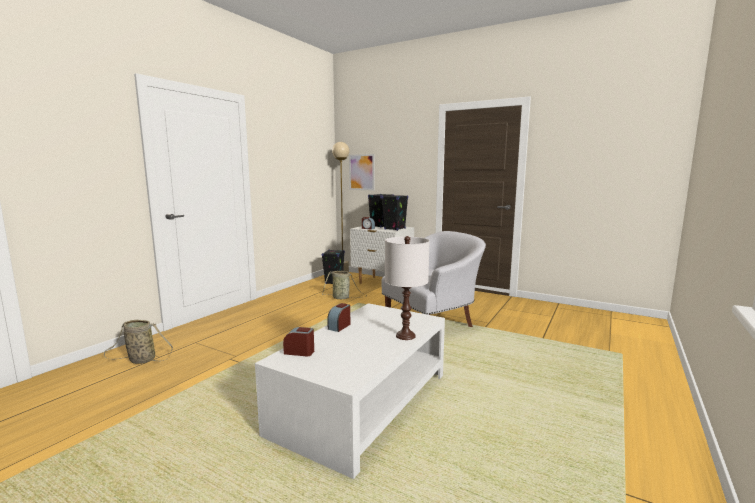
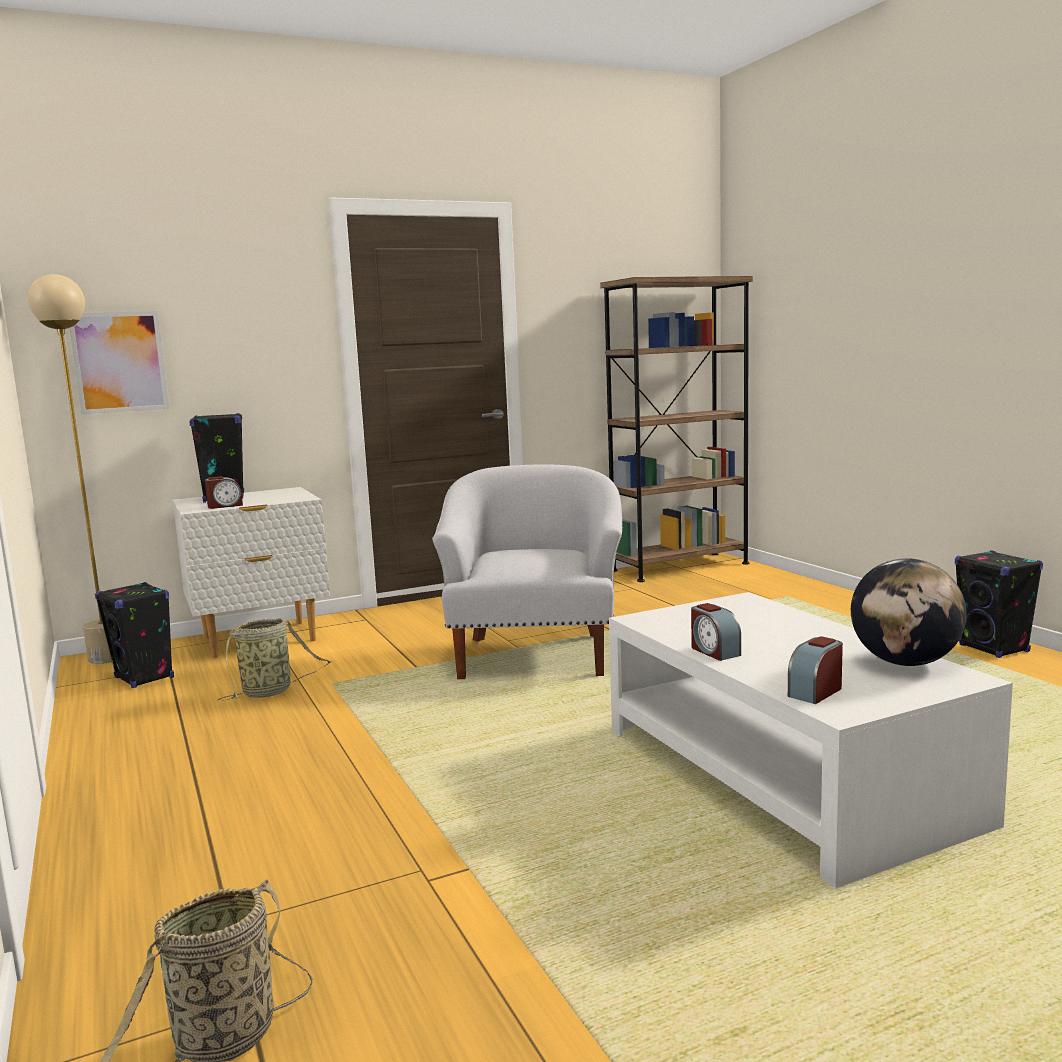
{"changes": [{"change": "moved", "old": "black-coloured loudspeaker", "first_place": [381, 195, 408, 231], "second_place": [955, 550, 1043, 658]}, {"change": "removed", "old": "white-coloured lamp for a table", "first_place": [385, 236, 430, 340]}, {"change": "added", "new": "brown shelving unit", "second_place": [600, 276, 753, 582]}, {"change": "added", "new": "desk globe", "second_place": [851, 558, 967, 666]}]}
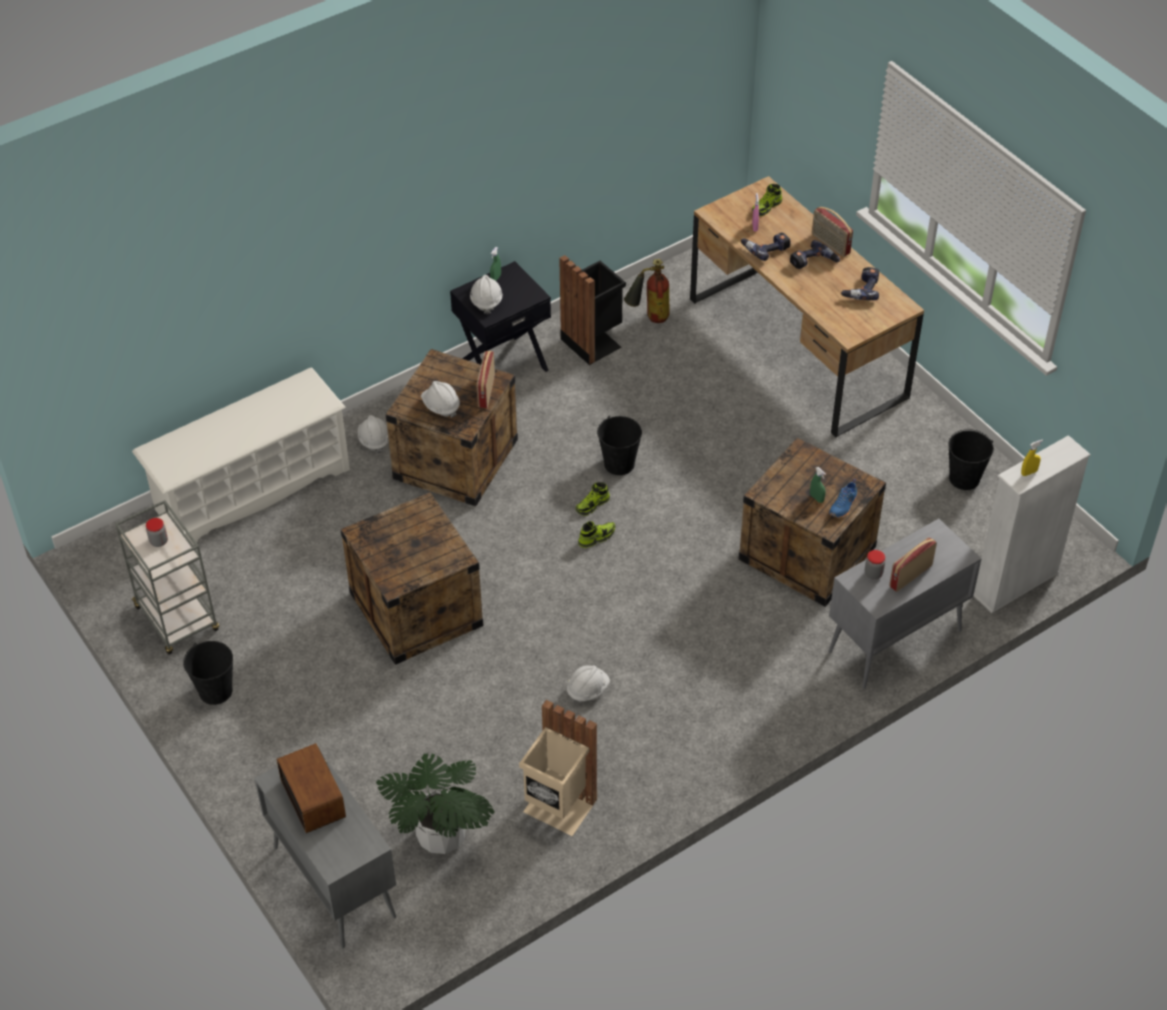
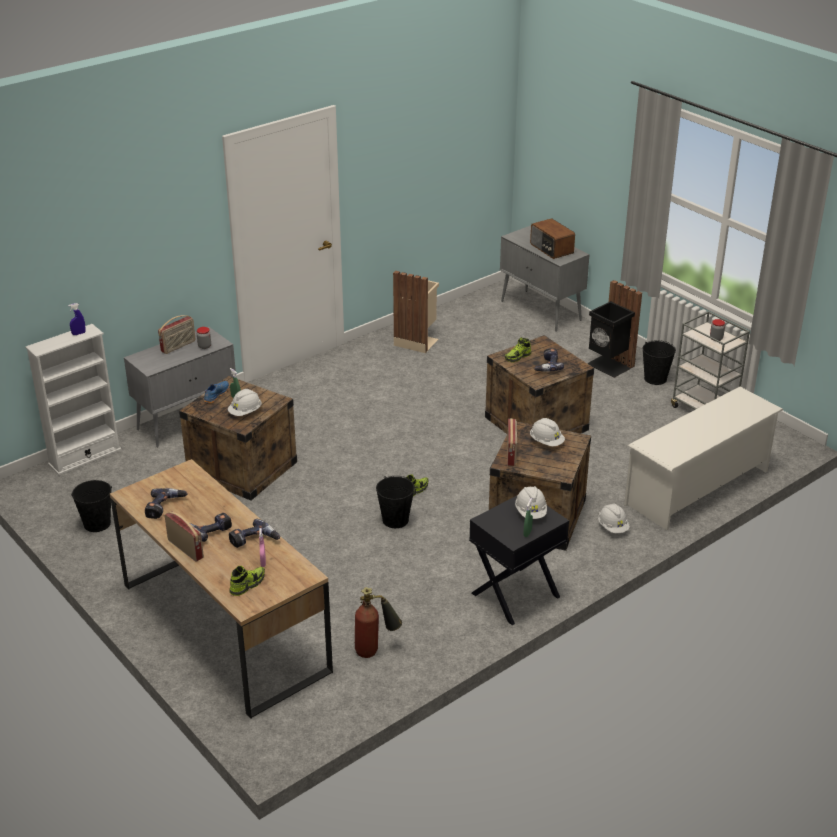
{"changes": [{"change": "moved", "old": "black-coloured trash can", "first_place": [559, 255, 626, 365], "second_place": [587, 280, 642, 378]}, {"change": "recoloured", "old": "yellow-coloured sprayer", "new": "blue sprayer", "first_place": [1021, 439, 1043, 476], "second_place": [68, 303, 86, 335]}, {"change": "moved", "old": "shoe", "first_place": [578, 521, 616, 548], "second_place": [505, 337, 531, 363]}, {"change": "moved", "old": "white-coloured work helmet", "first_place": [567, 665, 610, 704], "second_place": [228, 389, 262, 416]}, {"change": "removed", "old": "houseplant", "first_place": [376, 753, 495, 854]}, {"change": "added", "new": "electric drill", "second_place": [534, 348, 564, 372]}]}
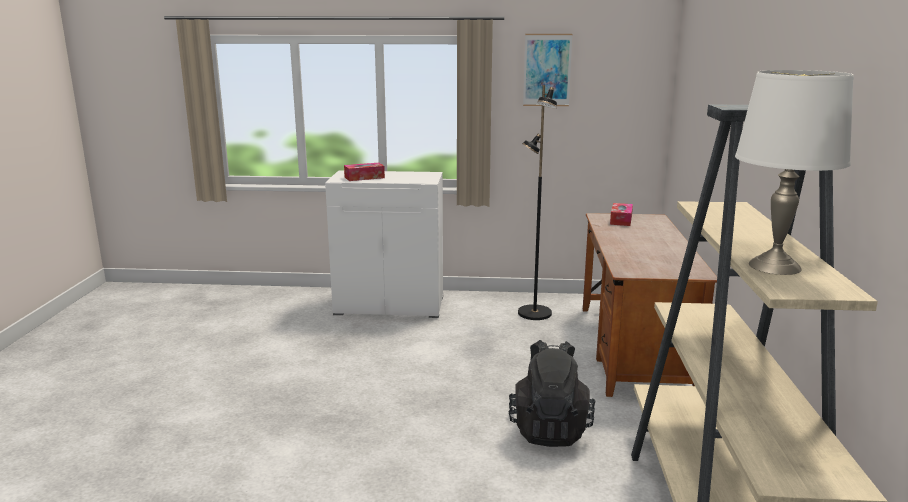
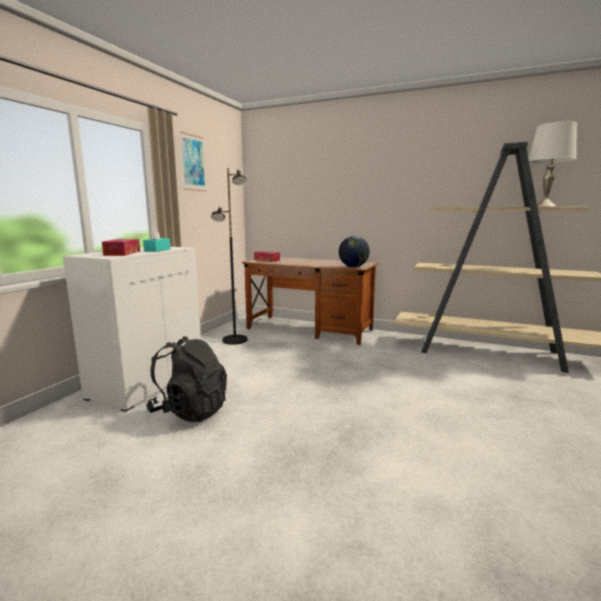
{"changes": [{"change": "moved", "old": "black-coloured knapsack", "first_place": [509, 340, 596, 447], "second_place": [146, 336, 227, 422]}, {"change": "added", "new": "turquoise tissue box", "second_place": [143, 228, 170, 252]}, {"change": "added", "new": "desk globe", "second_place": [339, 236, 370, 267]}]}
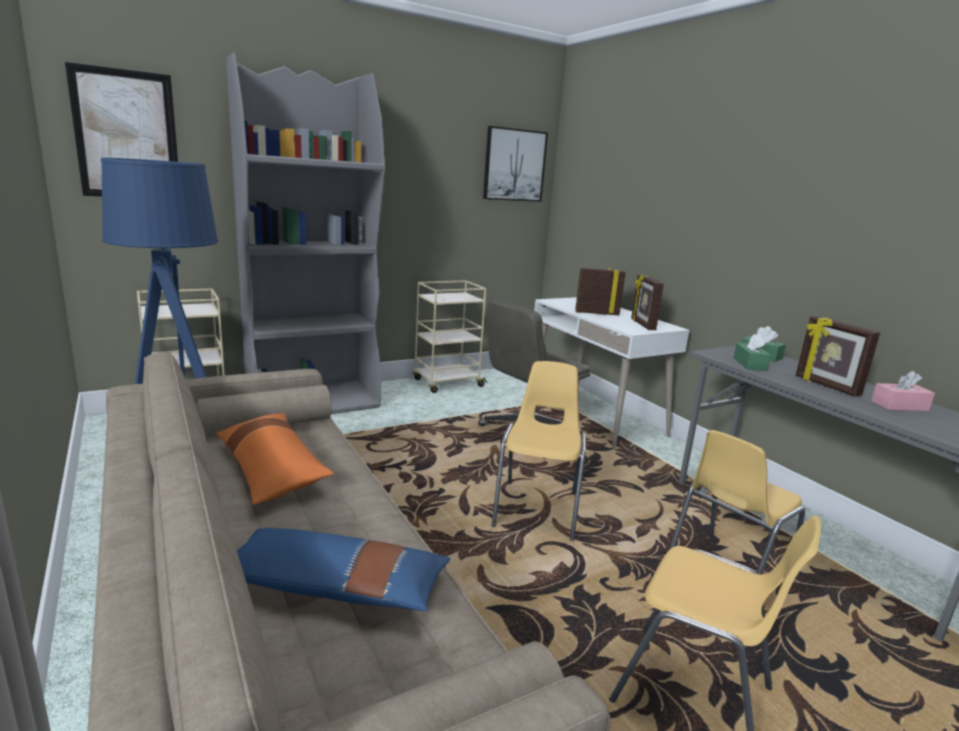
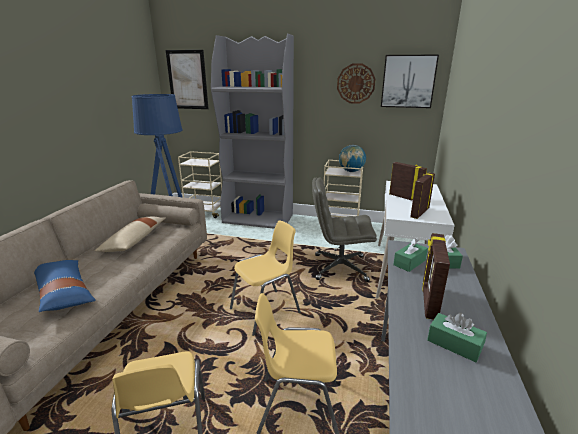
{"changes": [{"change": "recoloured", "old": "pink-coloured tissue box", "new": "greenish tissue box", "first_place": [871, 371, 935, 411], "second_place": [427, 313, 487, 362]}, {"change": "recoloured", "old": "orange cushion", "new": "sand-coloured cushion", "first_place": [216, 413, 334, 505], "second_place": [94, 217, 165, 252]}, {"change": "added", "new": "wall clock", "second_place": [337, 64, 375, 104]}, {"change": "added", "new": "desk globe", "second_place": [339, 145, 366, 172]}]}
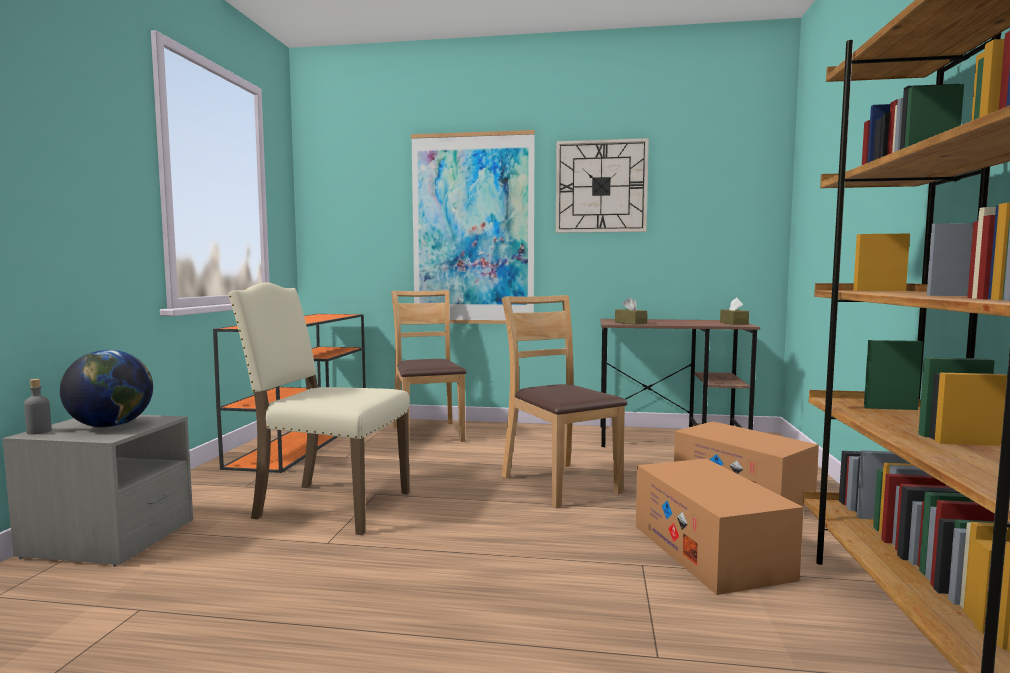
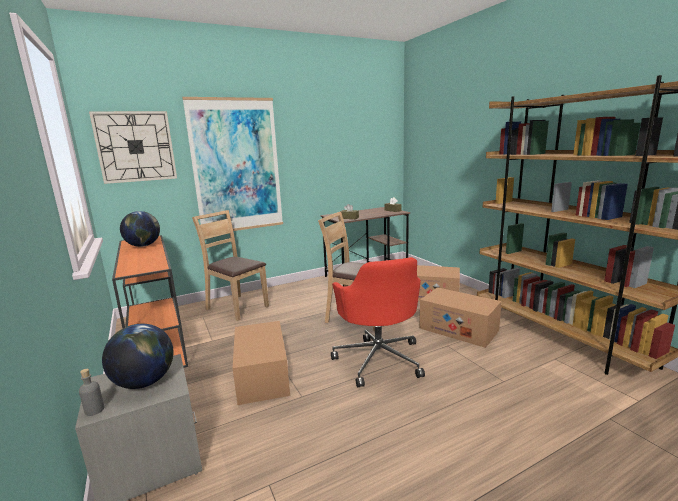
{"changes": [{"change": "moved", "old": "wall clock", "first_place": [556, 138, 649, 233], "second_place": [89, 111, 177, 184]}, {"change": "replaced", "old": "sand-coloured upright chair", "new": "packing box", "first_place": [228, 282, 410, 535], "second_place": [233, 321, 290, 405]}, {"change": "added", "new": "desk globe", "second_place": [120, 211, 160, 247]}, {"change": "added", "new": "red office chair", "second_place": [331, 257, 425, 387]}]}
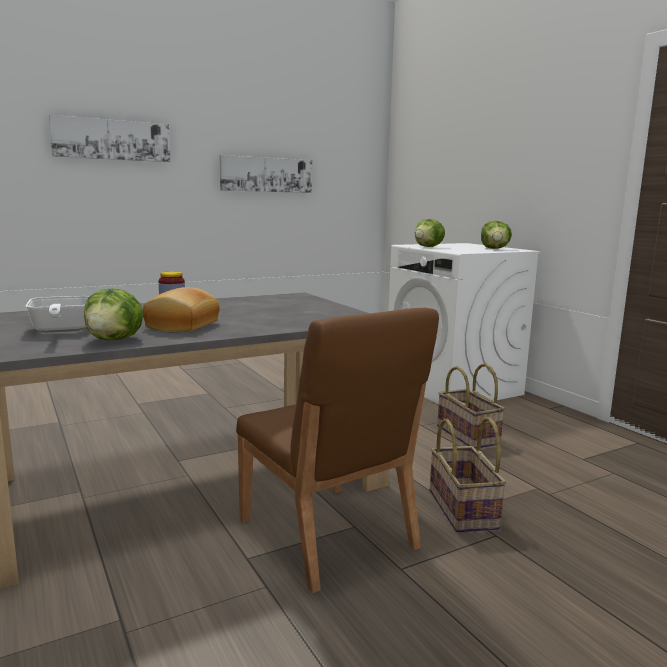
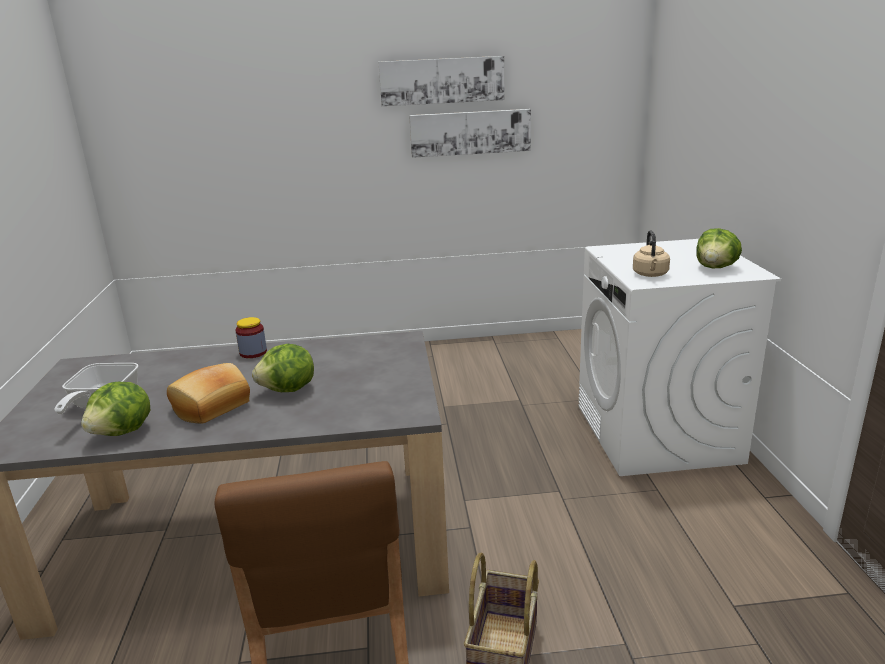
{"changes": [{"change": "moved", "old": "wall picture", "first_place": [49, 115, 170, 162], "second_place": [378, 56, 504, 106]}, {"change": "moved", "old": "lettuce", "first_place": [415, 219, 445, 247], "second_place": [252, 344, 314, 392]}, {"change": "removed", "old": "household basket", "first_place": [437, 363, 505, 449]}, {"change": "added", "new": "sand-coloured tea kettle", "second_place": [633, 230, 670, 277]}]}
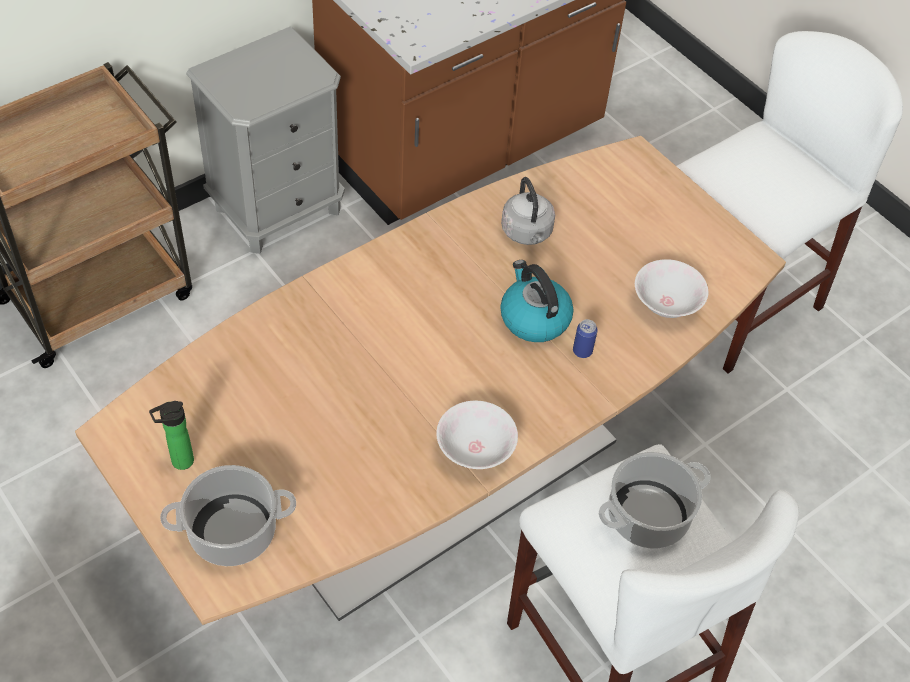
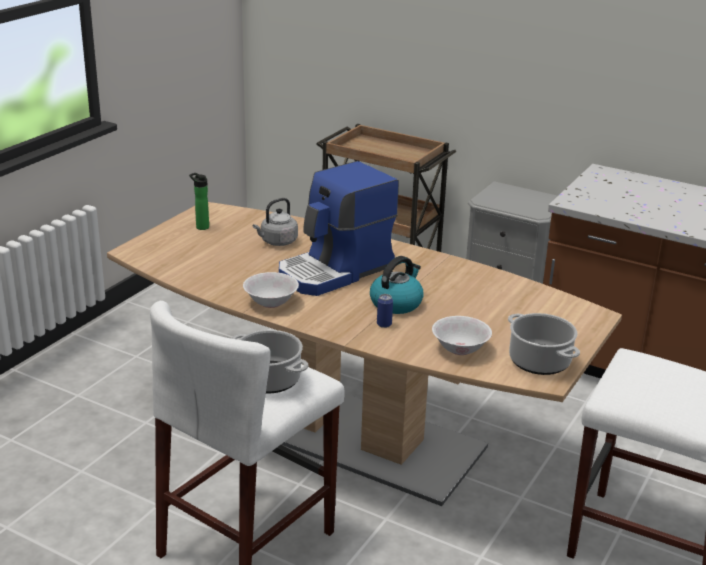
{"changes": [{"change": "moved", "old": "greyish tea kettle", "first_place": [501, 177, 555, 245], "second_place": [253, 198, 298, 246]}, {"change": "moved", "old": "cooking pot", "first_place": [160, 465, 296, 566], "second_place": [508, 313, 580, 375]}, {"change": "added", "new": "coffee maker", "second_place": [279, 161, 399, 296]}]}
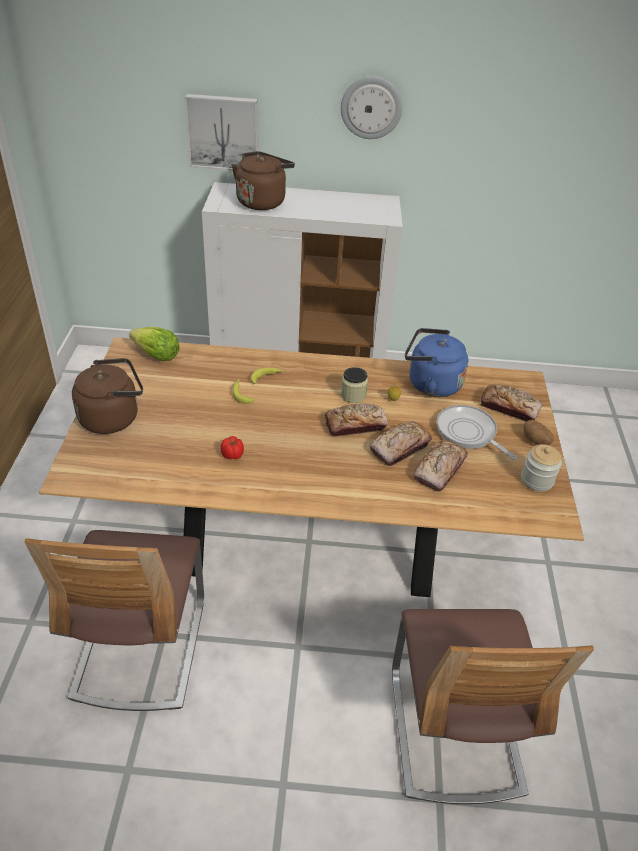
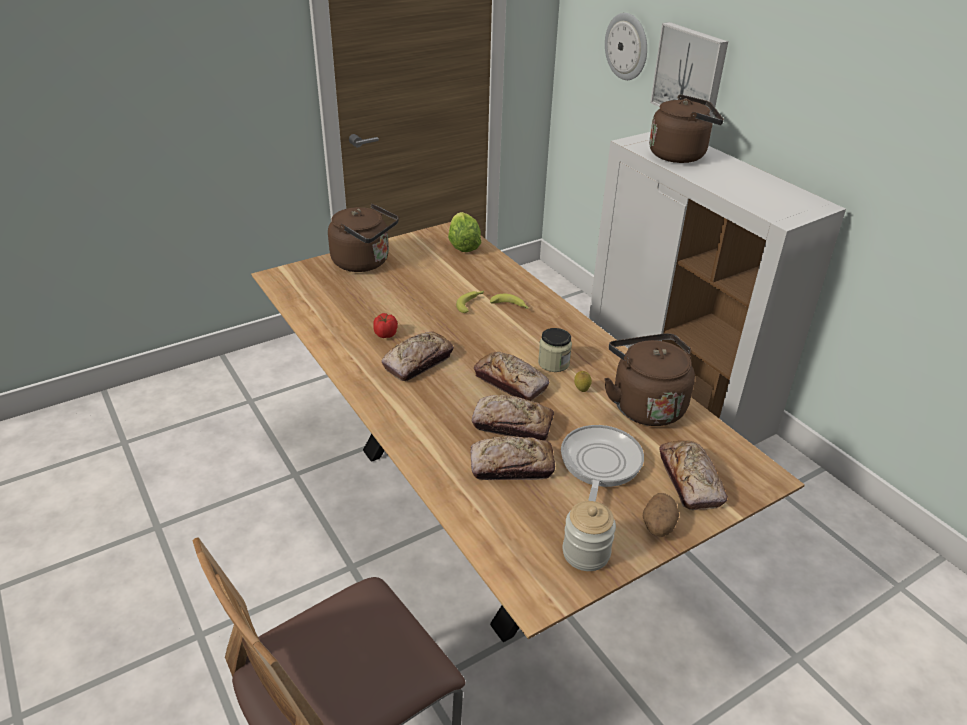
{"changes": [{"change": "moved", "old": "wall clock", "first_place": [341, 76, 402, 139], "second_place": [605, 13, 647, 80]}, {"change": "recoloured", "old": "blue tea kettle", "new": "brown tea kettle", "first_place": [405, 328, 468, 397], "second_place": [604, 333, 695, 426]}, {"change": "removed", "old": "upright chair", "first_place": [25, 530, 204, 711]}, {"change": "added", "new": "bakery bread", "second_place": [381, 332, 454, 381]}]}
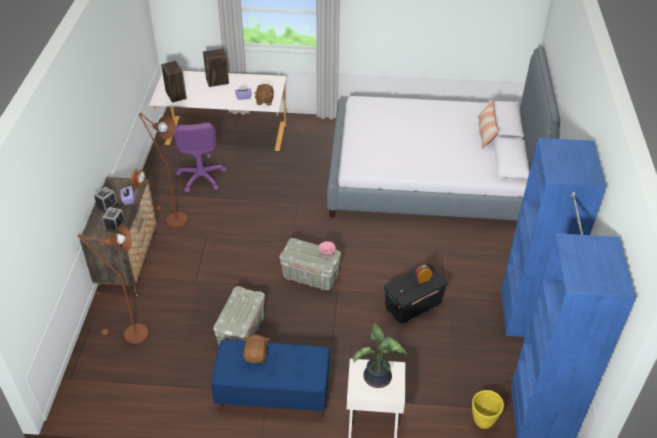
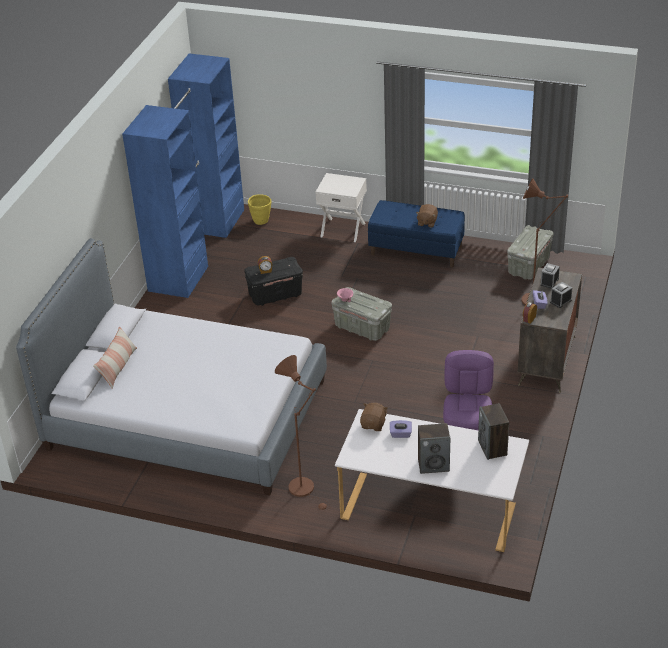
{"changes": [{"change": "moved", "old": "brown standing lamp", "first_place": [138, 113, 187, 228], "second_place": [275, 355, 328, 510]}, {"change": "moved", "old": "greyish storage box", "first_place": [213, 286, 265, 345], "second_place": [507, 225, 554, 280]}, {"change": "removed", "old": "houseplant", "first_place": [353, 323, 407, 388]}]}
